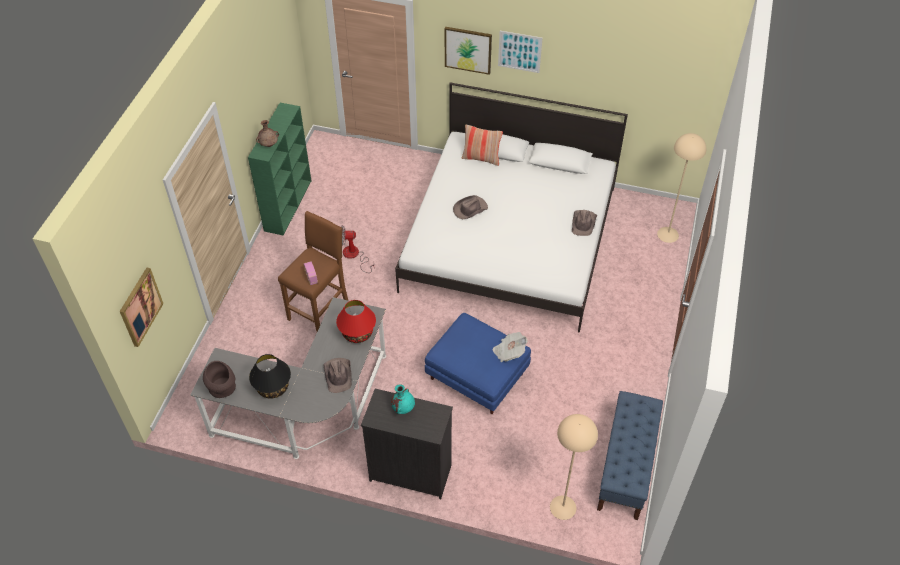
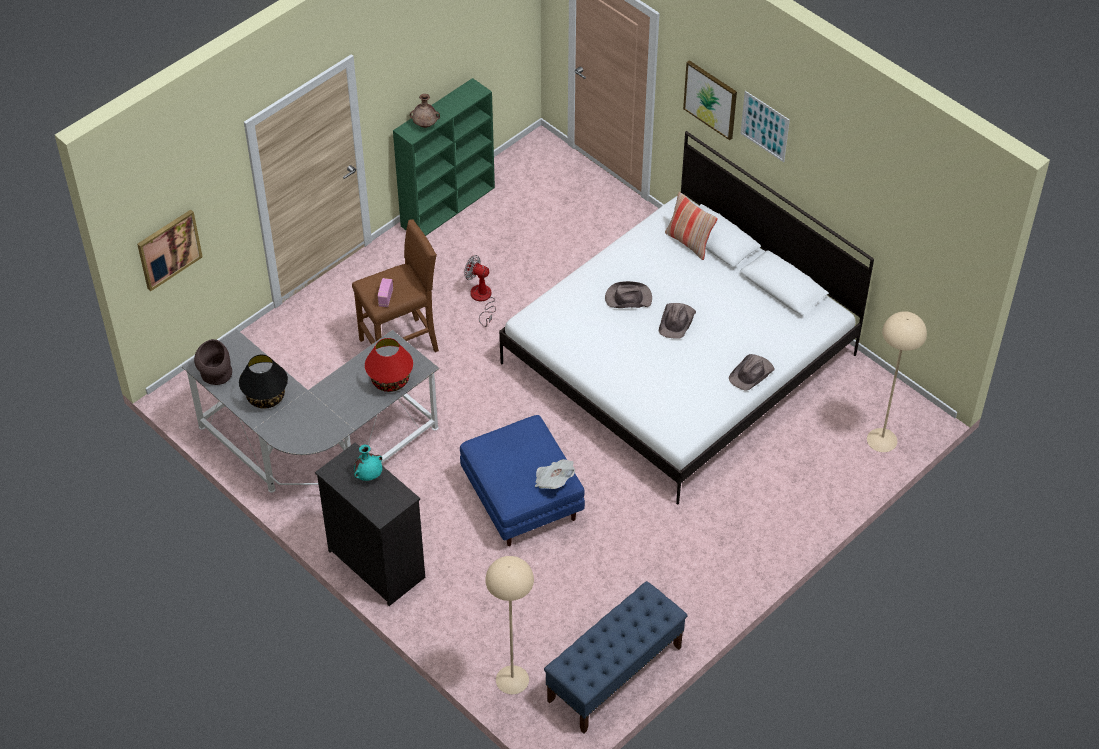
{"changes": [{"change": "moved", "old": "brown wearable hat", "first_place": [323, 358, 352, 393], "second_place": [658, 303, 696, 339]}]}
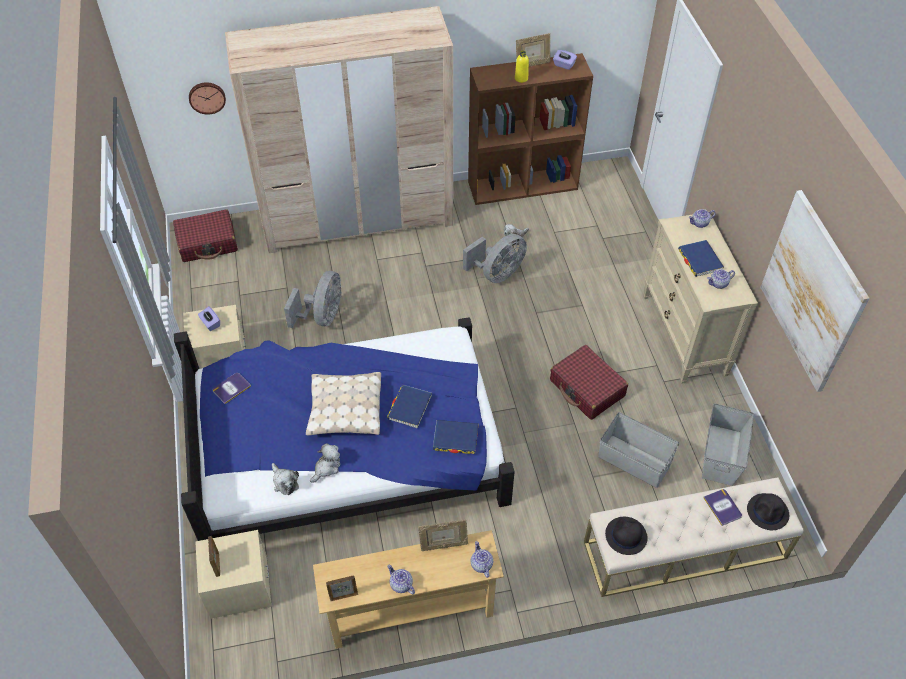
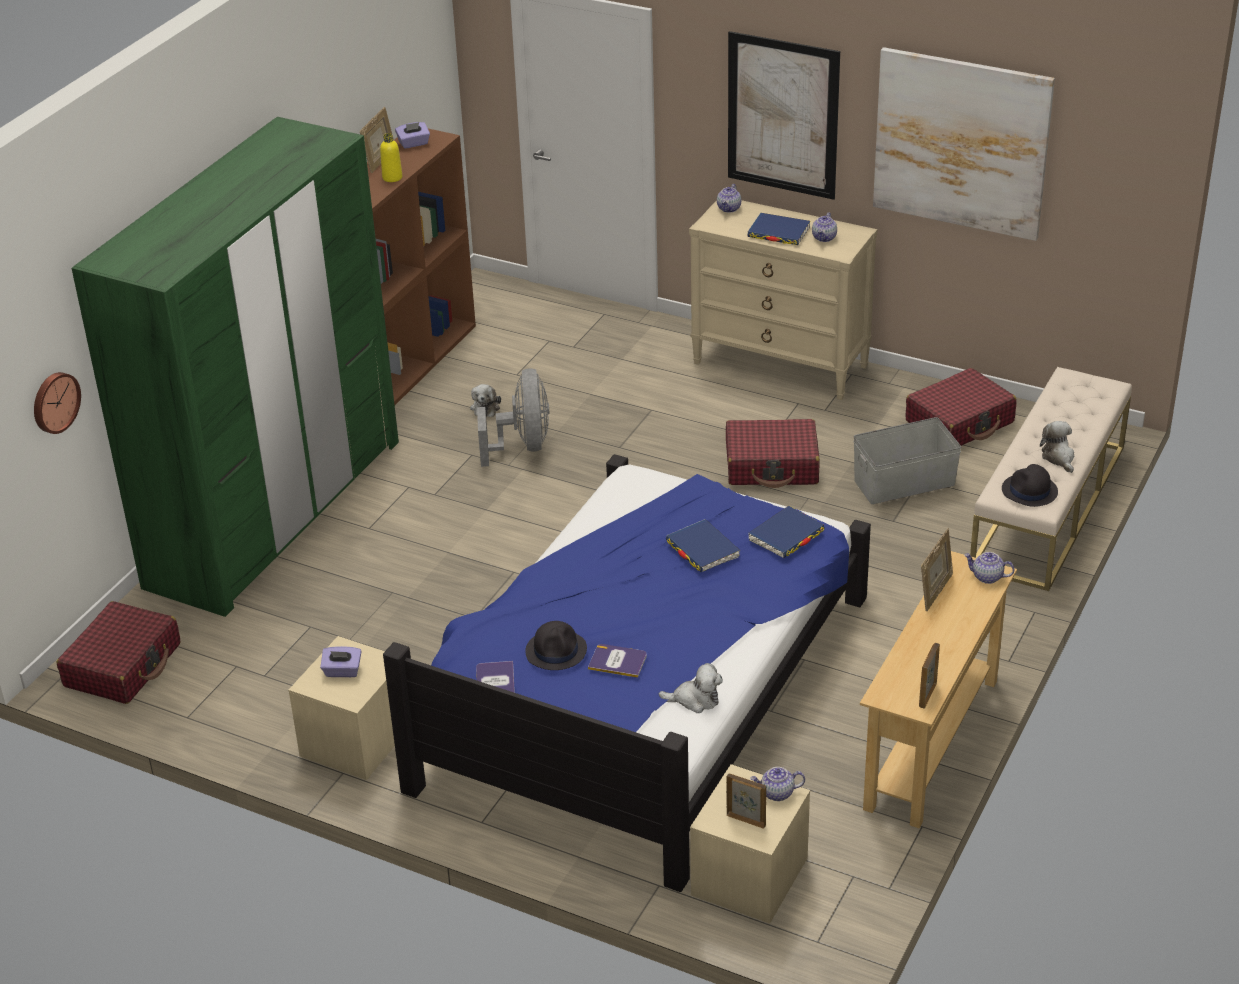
{"changes": [{"change": "recoloured", "old": "sand-coloured clothes cupboard", "new": "greenish clothes cupboard", "first_place": [225, 6, 453, 253], "second_place": [71, 117, 399, 617]}, {"change": "removed", "old": "greyish electric fan", "first_place": [284, 271, 342, 328]}, {"change": "removed", "old": "sand-coloured cushion", "first_place": [306, 372, 381, 435]}, {"change": "replaced", "old": "greyish storage box", "new": "red suitcase", "first_place": [702, 403, 754, 486], "second_place": [905, 368, 1016, 446]}, {"change": "moved", "old": "cuddly toy", "first_place": [310, 443, 340, 483], "second_place": [1040, 421, 1075, 473]}, {"change": "moved", "old": "volume", "first_place": [703, 489, 742, 526], "second_place": [588, 644, 647, 678]}, {"change": "moved", "old": "black-coloured wearable hat", "first_place": [747, 493, 789, 530], "second_place": [525, 621, 587, 670]}, {"change": "moved", "old": "pot for tea", "first_place": [387, 564, 415, 594], "second_place": [750, 767, 805, 801]}, {"change": "added", "new": "wall picture", "second_place": [728, 31, 840, 200]}]}
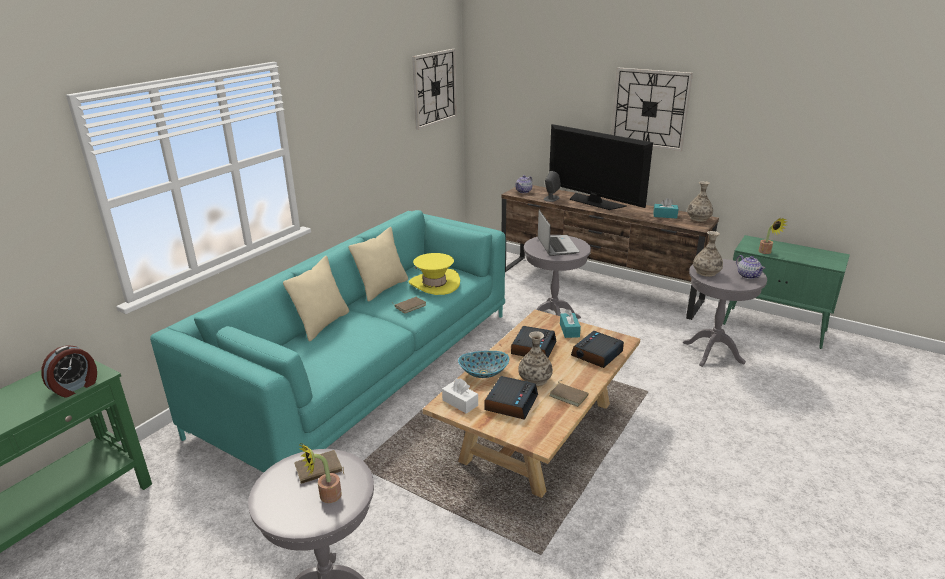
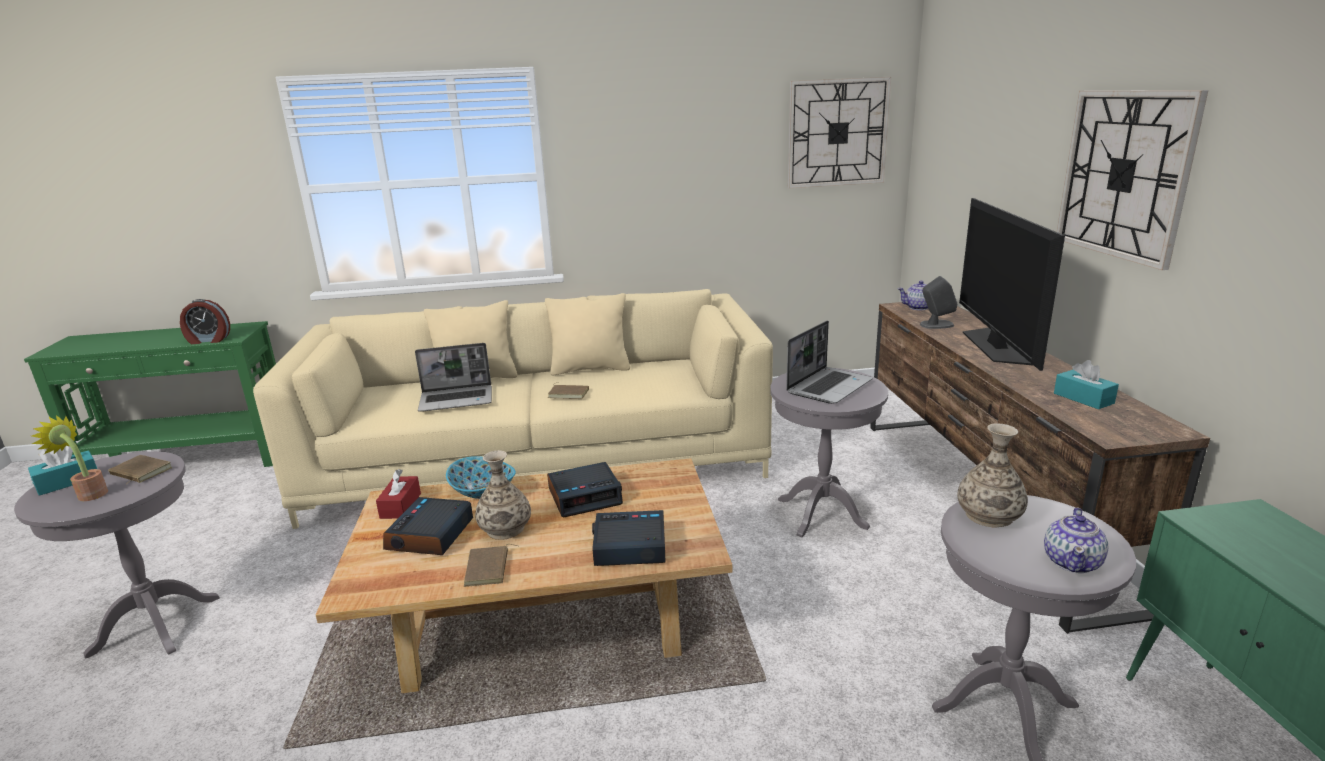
{"changes": [{"change": "removed", "old": "vase", "first_place": [687, 181, 713, 222]}, {"change": "recoloured", "old": "turquoise sofa", "new": "sand-coloured sofa", "first_place": [150, 210, 505, 472], "second_place": [253, 289, 773, 529]}, {"change": "removed", "old": "houseplant", "first_place": [759, 218, 787, 254]}, {"change": "removed", "old": "yellow-coloured wearable hat", "first_place": [408, 253, 460, 295]}, {"change": "moved", "old": "turquoise tissue box", "first_place": [560, 309, 581, 338], "second_place": [28, 446, 97, 496]}, {"change": "turned", "old": "bedside clock", "first_place": [484, 376, 538, 420], "second_place": [383, 497, 473, 555], "degrees": 120}, {"change": "recoloured", "old": "white-coloured tissue box", "new": "red tissue box", "first_place": [442, 379, 478, 414], "second_place": [376, 469, 421, 519]}, {"change": "added", "new": "portable computer", "second_place": [415, 343, 492, 411]}]}
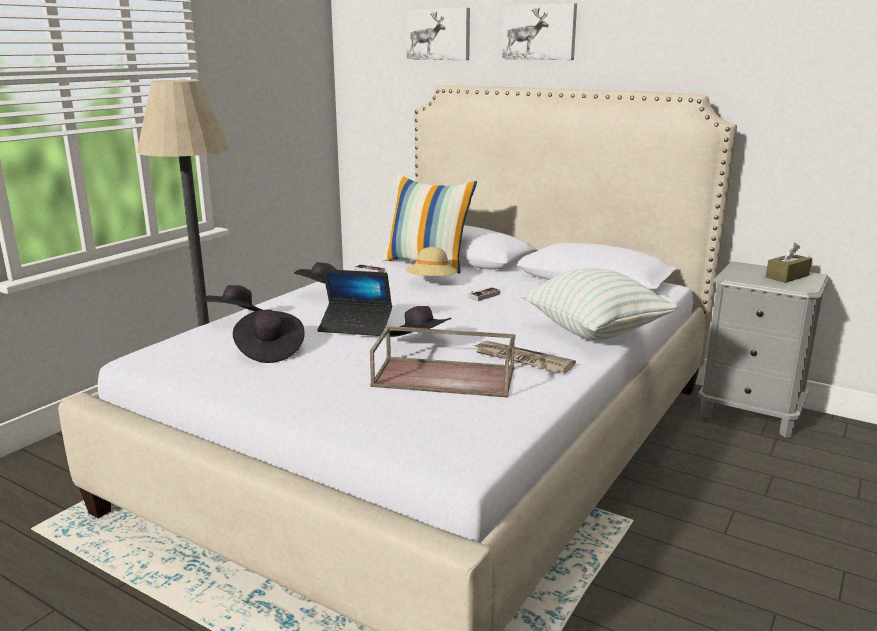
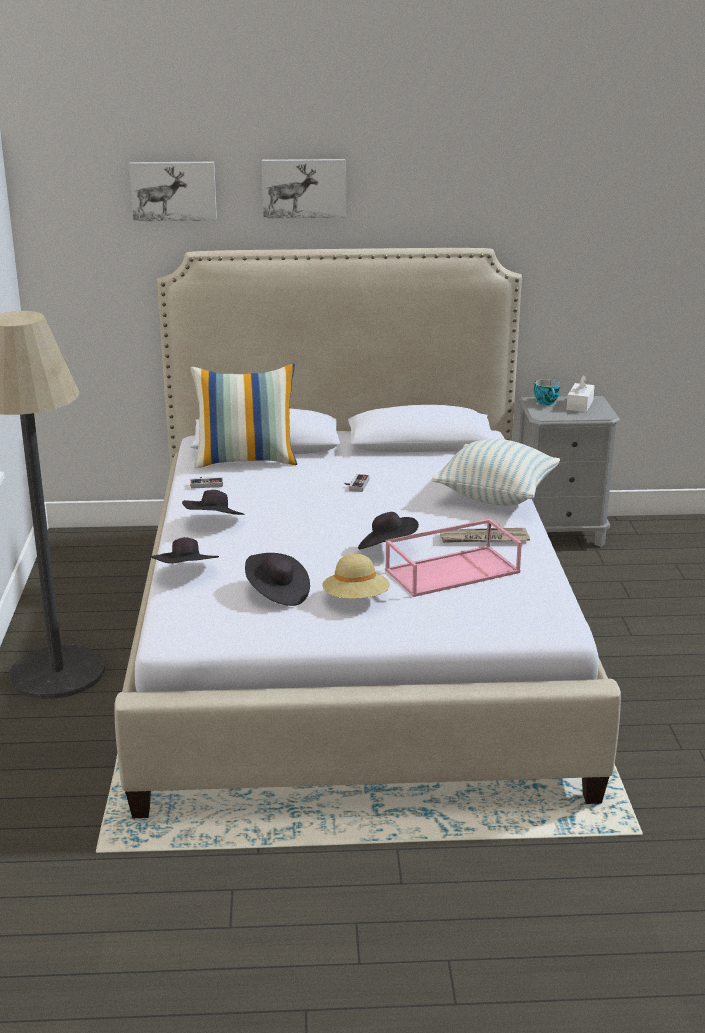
{"changes": [{"change": "recoloured", "old": "brown tissue box", "new": "white-coloured tissue box", "first_place": [766, 242, 812, 283], "second_place": [567, 375, 594, 412]}, {"change": "moved", "old": "sand-coloured wearable hat", "first_place": [406, 247, 457, 276], "second_place": [323, 554, 390, 599]}, {"change": "removed", "old": "portable computer", "first_place": [317, 269, 392, 336]}, {"change": "recoloured", "old": "brown carrying tray", "new": "pink-coloured carrying tray", "first_place": [370, 326, 516, 398], "second_place": [385, 518, 522, 597]}, {"change": "added", "new": "cup", "second_place": [534, 379, 560, 405]}]}
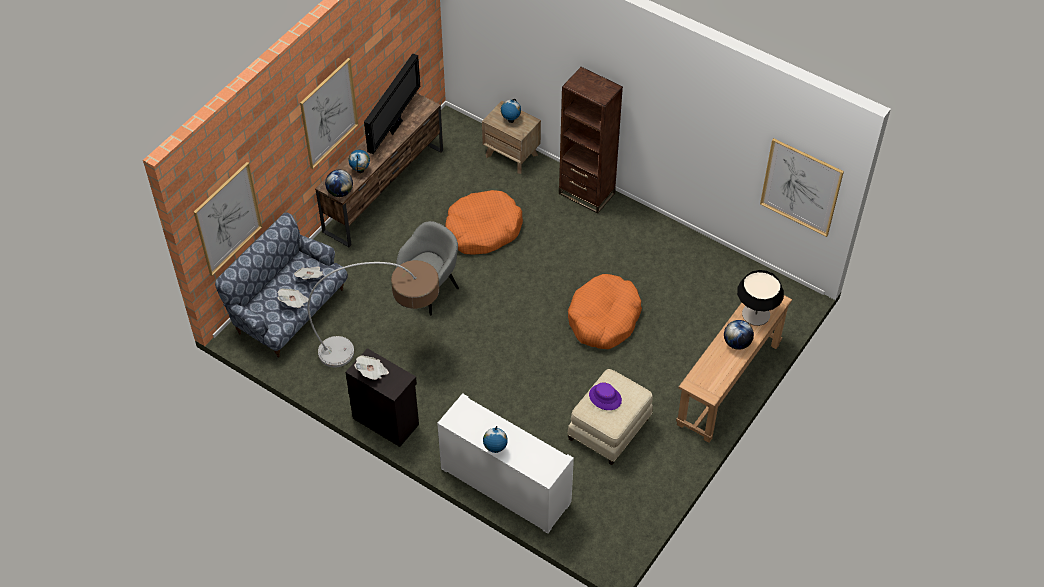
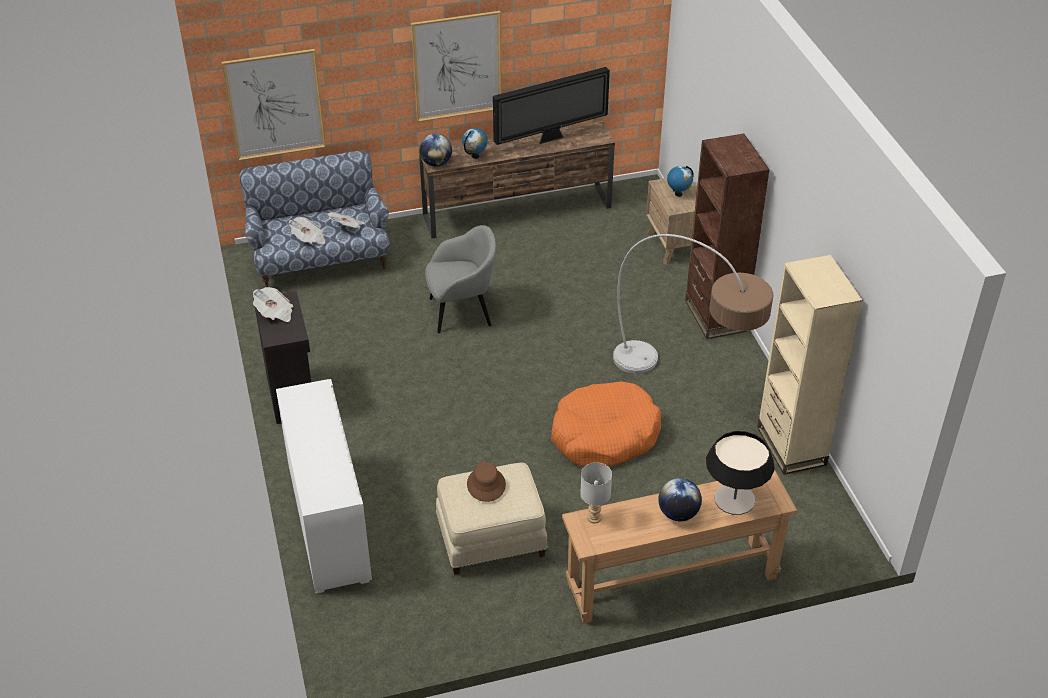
{"changes": [{"change": "removed", "old": "wall picture", "first_place": [760, 138, 844, 237]}, {"change": "removed", "old": "orange dog bed", "first_place": [445, 190, 523, 255]}, {"change": "moved", "old": "standing lamp", "first_place": [308, 260, 439, 367], "second_place": [613, 234, 773, 374]}, {"change": "recoloured", "old": "purple wearable hat", "new": "brown wearable hat", "first_place": [589, 382, 622, 410], "second_place": [467, 462, 506, 502]}, {"change": "removed", "old": "desk globe", "first_place": [483, 426, 508, 453]}, {"change": "added", "new": "sand-coloured shelving unit", "second_place": [757, 255, 862, 475]}, {"change": "added", "new": "greyish lamp for a table", "second_place": [580, 462, 612, 523]}]}
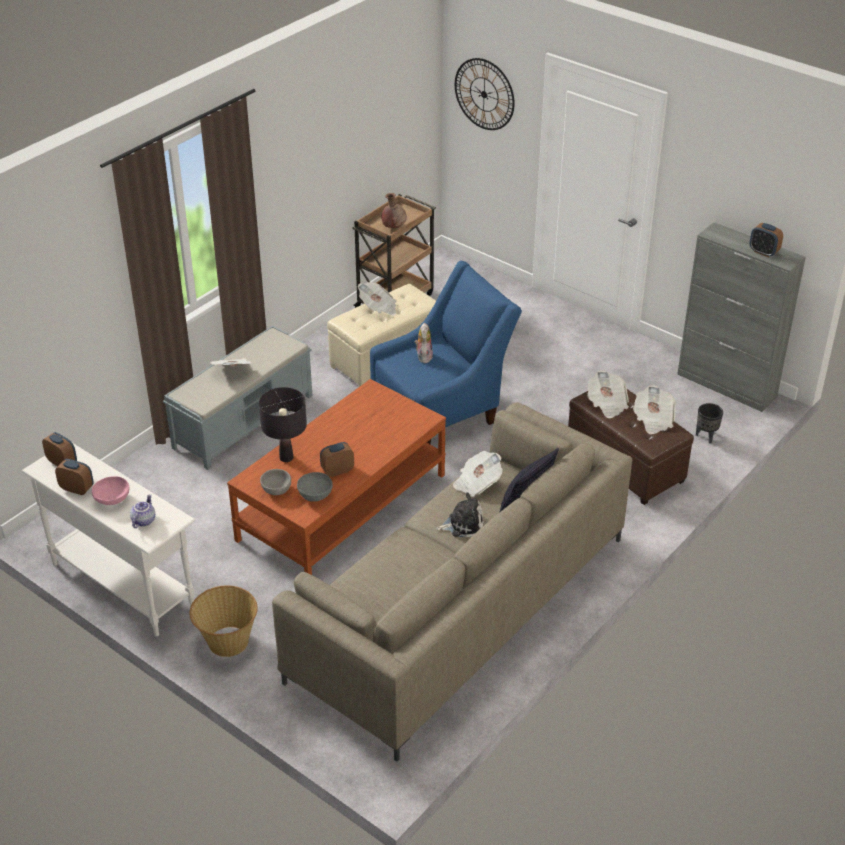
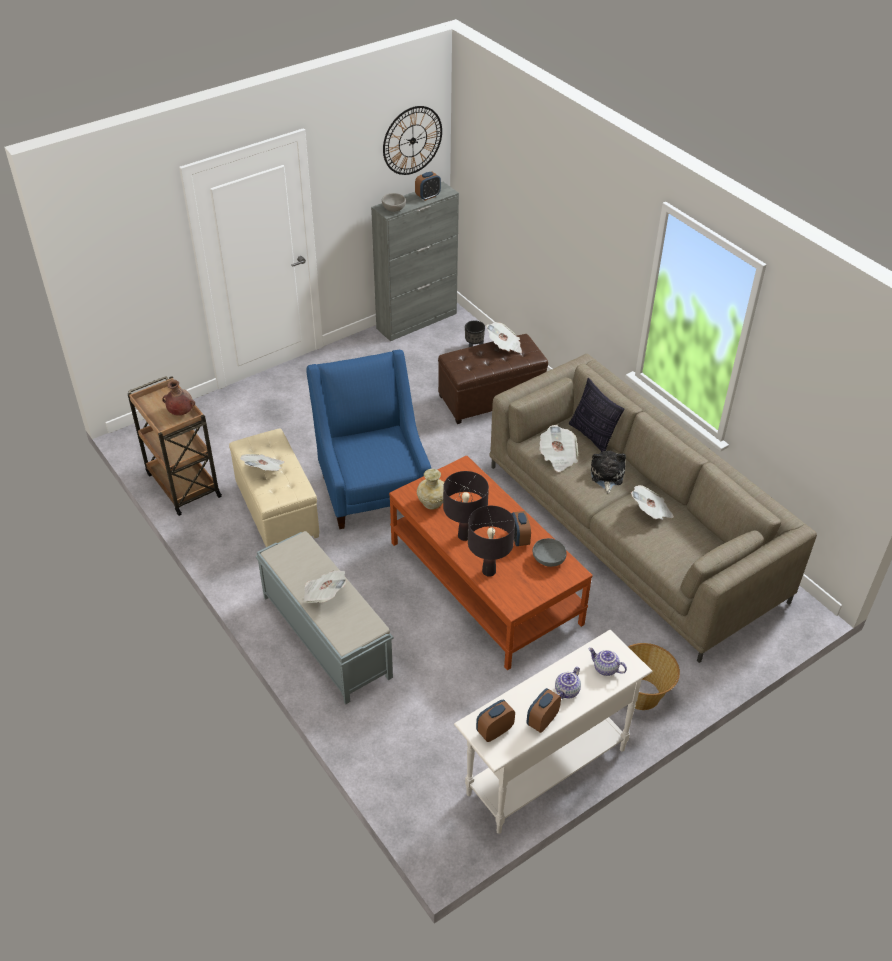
{"changes": [{"change": "moved", "old": "wall clock", "first_place": [455, 58, 515, 130], "second_place": [383, 106, 442, 175]}, {"change": "removed", "old": "cuddly toy", "first_place": [415, 323, 433, 363]}, {"change": "moved", "old": "daily paper", "first_place": [588, 370, 629, 419], "second_place": [631, 485, 674, 520]}, {"change": "moved", "old": "greyish bowl", "first_place": [260, 469, 291, 495], "second_place": [382, 193, 406, 212]}, {"change": "replaced", "old": "pink-coloured bowl", "new": "pot for tea", "first_place": [92, 476, 129, 505], "second_place": [555, 667, 581, 699]}, {"change": "added", "new": "sand-coloured vase", "second_place": [417, 469, 444, 510]}, {"change": "added", "new": "black-coloured lamp for a table", "second_place": [443, 471, 489, 541]}]}
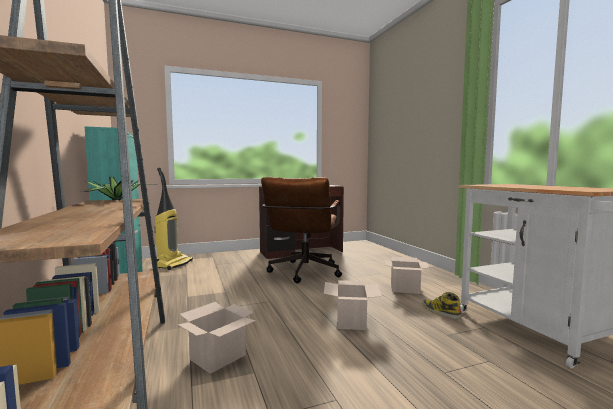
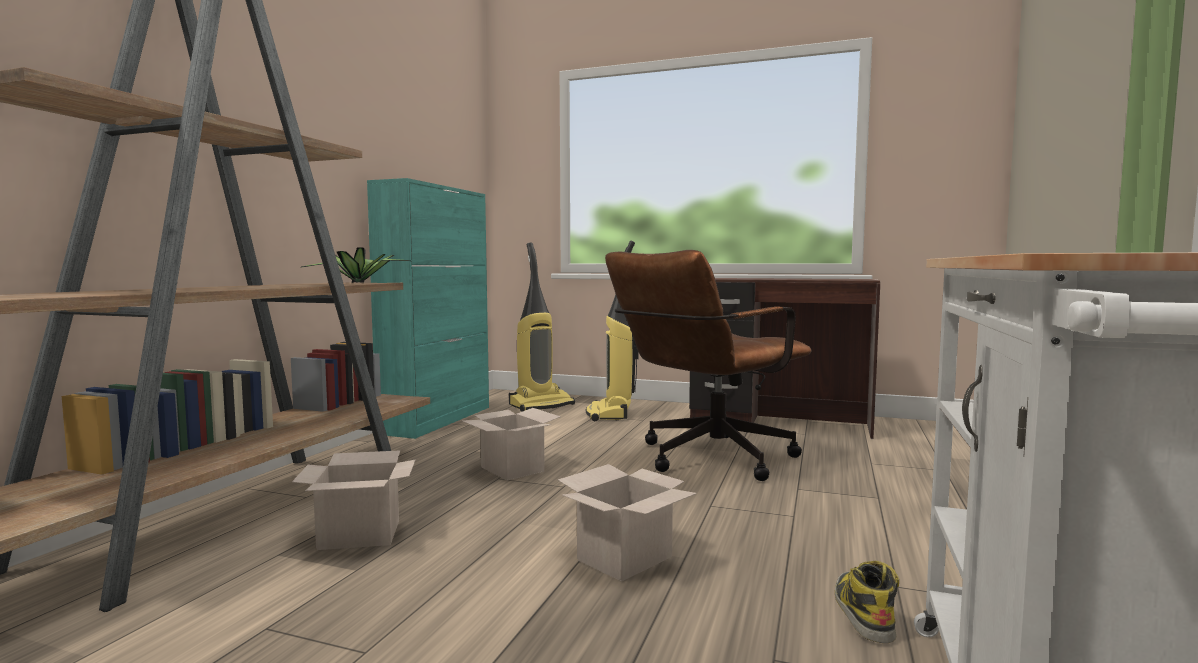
{"changes": [{"change": "moved", "old": "packing box", "first_place": [384, 257, 429, 294], "second_place": [463, 408, 561, 481]}, {"change": "added", "new": "vacuum", "second_place": [586, 241, 638, 421]}]}
